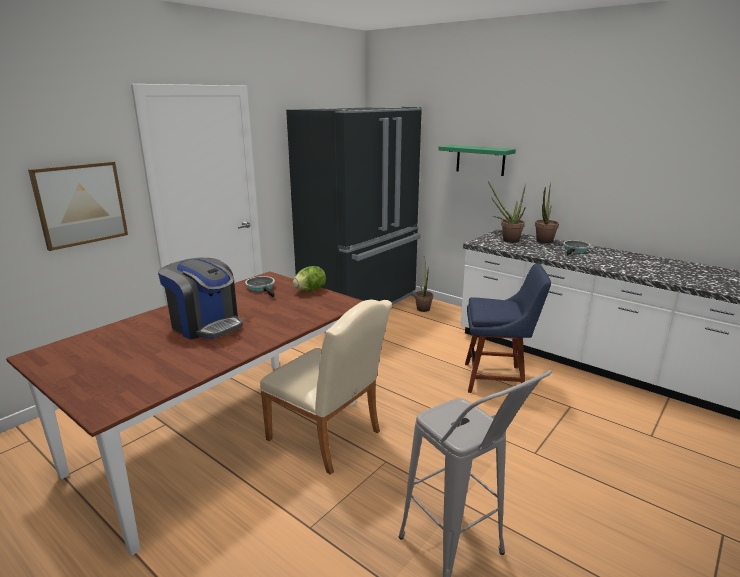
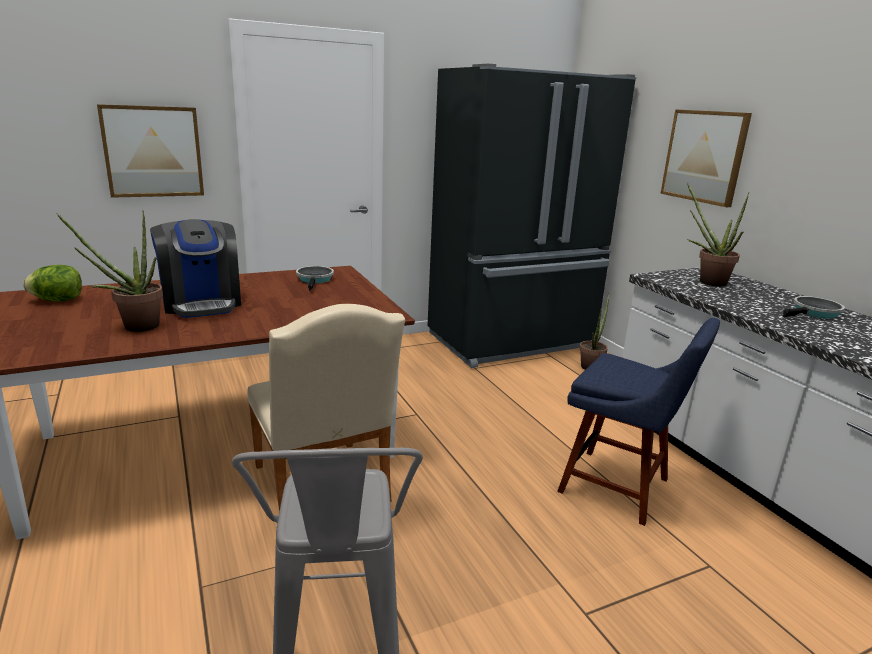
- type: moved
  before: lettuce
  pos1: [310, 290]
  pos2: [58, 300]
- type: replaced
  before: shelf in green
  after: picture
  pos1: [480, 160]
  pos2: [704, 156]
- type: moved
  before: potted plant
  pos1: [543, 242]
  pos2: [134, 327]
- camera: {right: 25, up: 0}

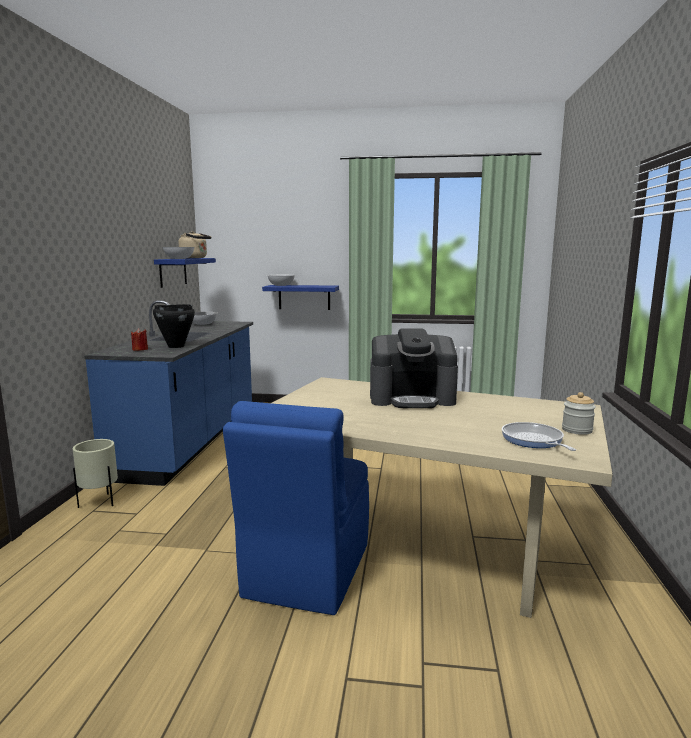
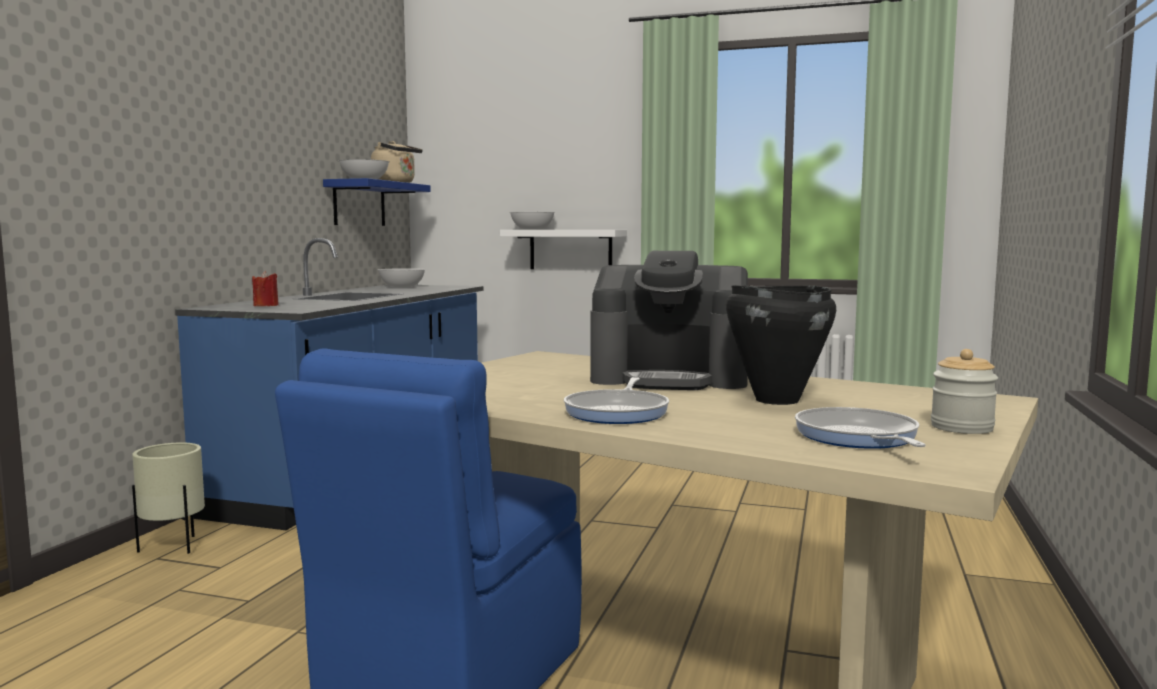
- type: moved
  before: cooking pot in black
  pos1: [175, 346]
  pos2: [775, 400]
- type: recoloured
  before: shelf in blue
  after: shelf in white
  pos1: [304, 297]
  pos2: [570, 249]
- type: added
  after: frying pan
  pos2: [618, 412]
- camera: {right: 10, up: -5}

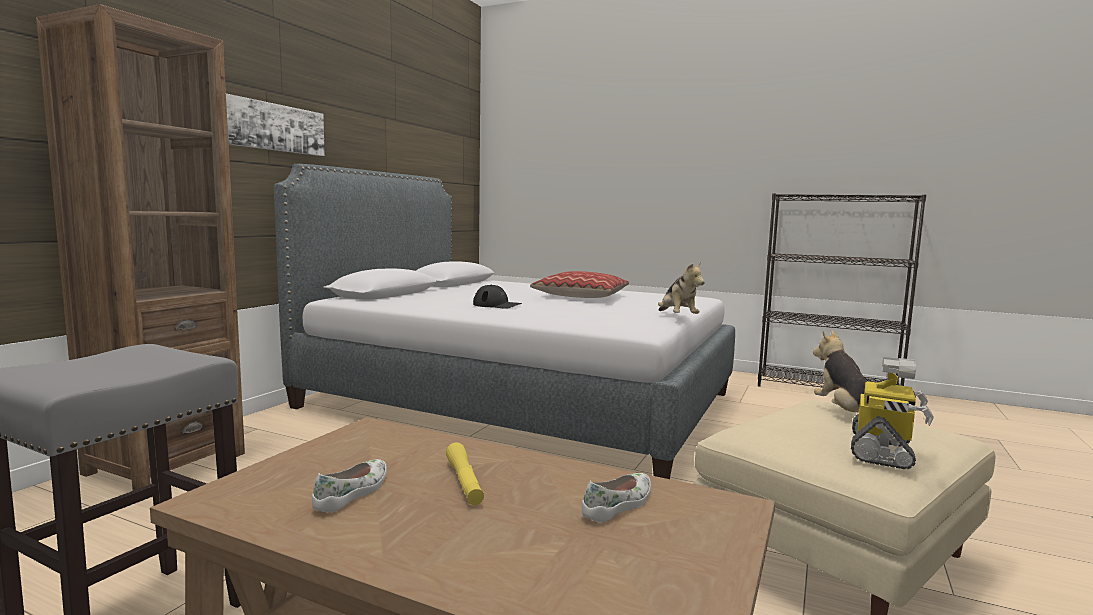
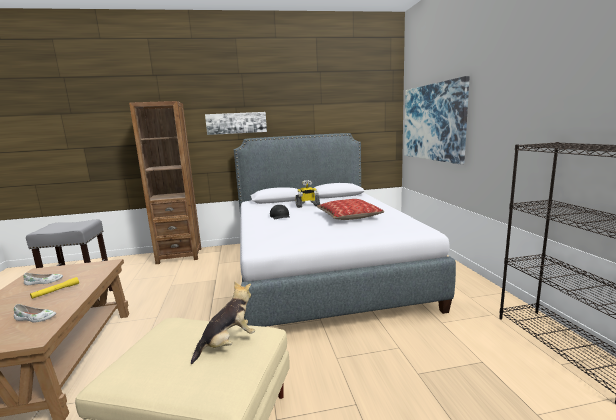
- type: removed
  before: plush toy
  pos1: [677, 317]
- type: moved
  before: toy robot
  pos1: [882, 451]
  pos2: [307, 205]
- type: added
  after: picture
  pos2: [433, 122]
- camera: {right: 55, up: 5}

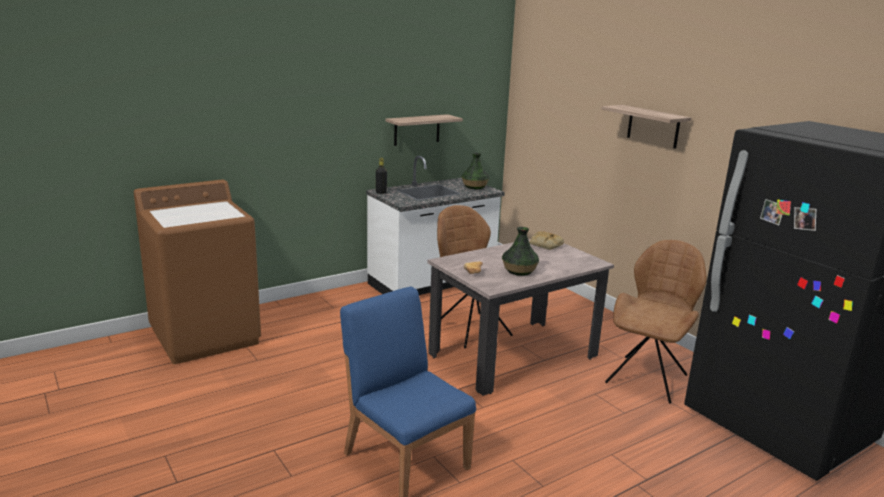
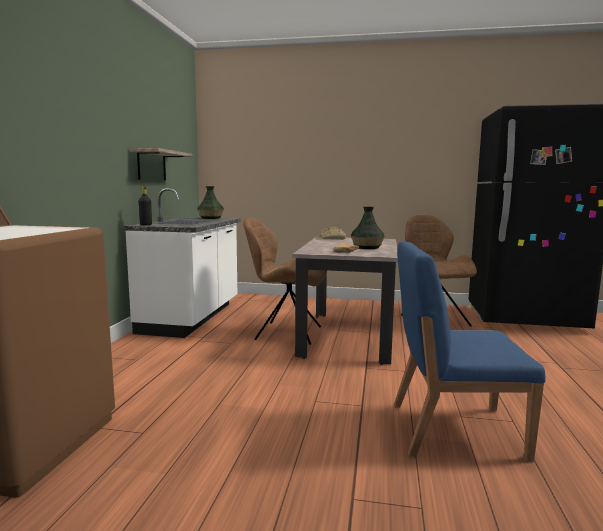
- type: removed
  before: shelf
  pos1: [653, 126]
- camera: {right: -45, up: -10}

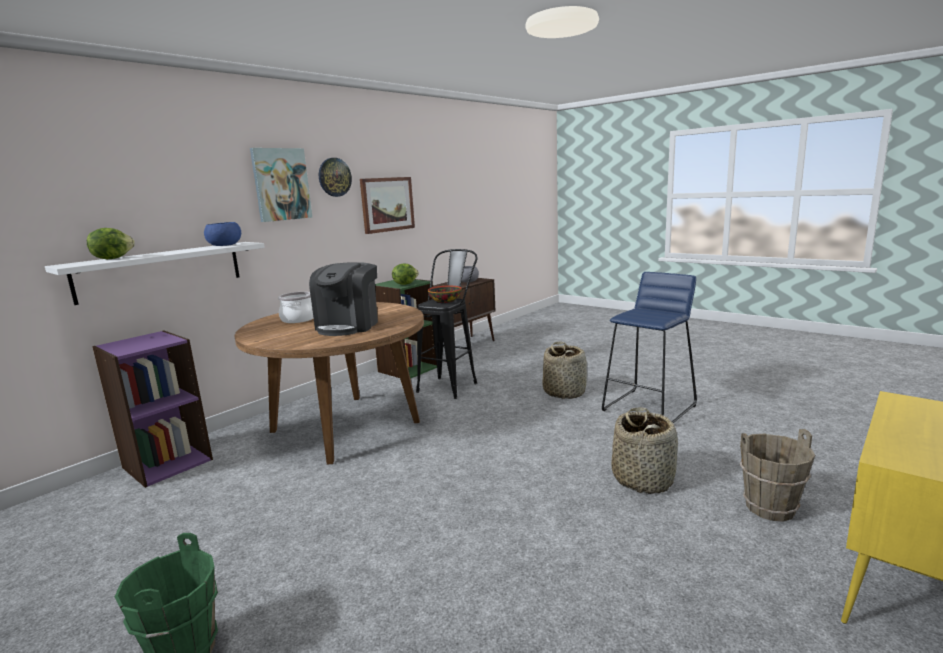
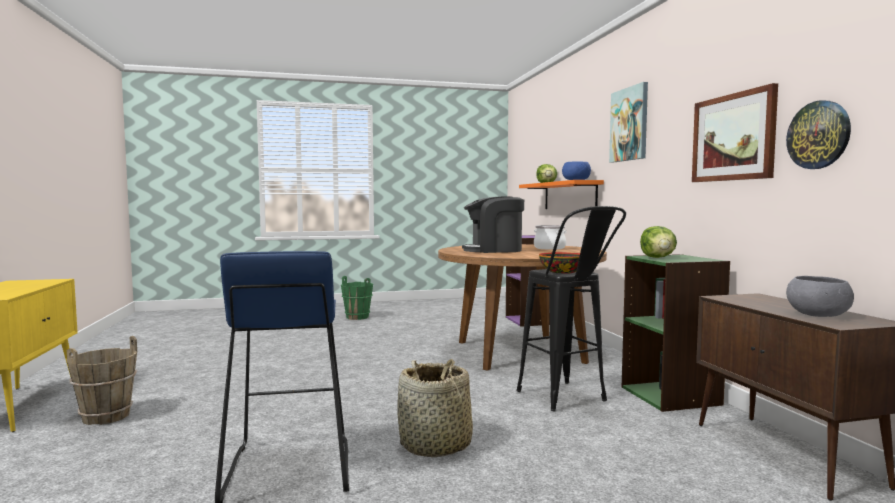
- type: recoloured
  before: shelf in white
  after: shelf in orange
  pos1: [161, 271]
  pos2: [569, 196]
- type: turned
  before: coffee machine
  pos1: [348, 326]
  pos2: [494, 250]
  turn: -60
- type: moved
  before: wall clock
  pos1: [334, 177]
  pos2: [818, 135]
- type: removed
  before: basket
  pos1: [643, 479]
- camera: {right: 125, up: -10}

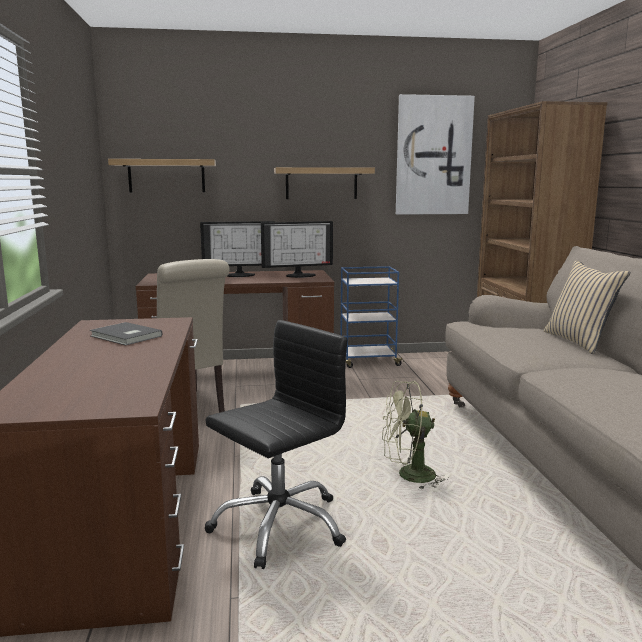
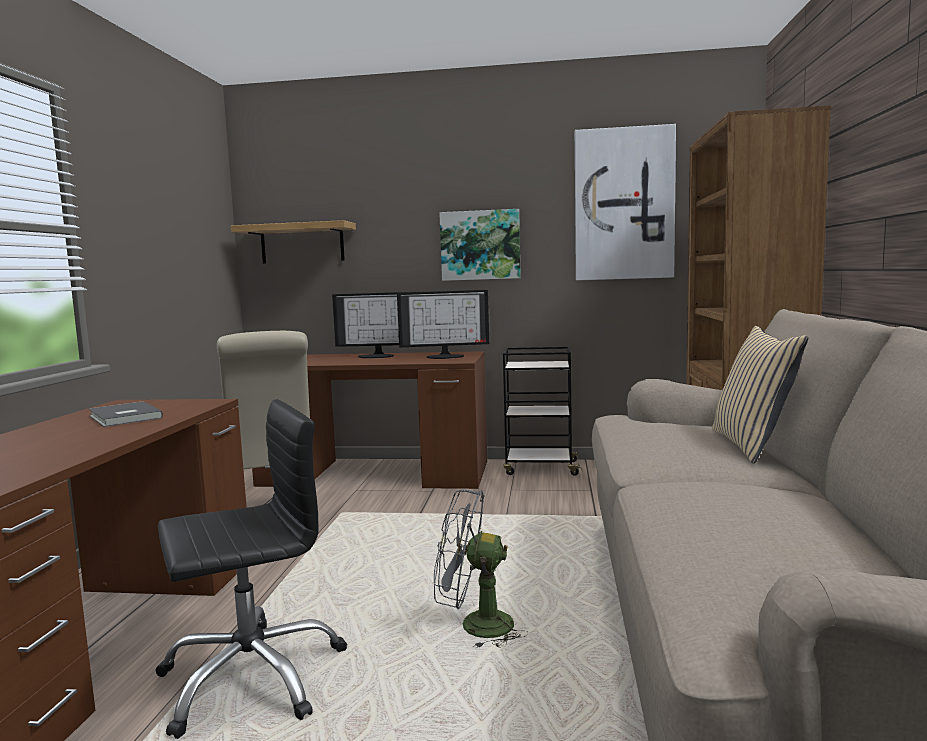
- type: replaced
  before: shelf
  after: picture
  pos1: [321, 183]
  pos2: [480, 245]
- type: recoloured
  before: cart in blue
  after: cart in black
  pos1: [368, 361]
  pos2: [540, 468]
- type: recoloured
  before: fan in green
  after: fan in grey
  pos1: [408, 476]
  pos2: [475, 626]
- camera: {right: 15, up: -5}

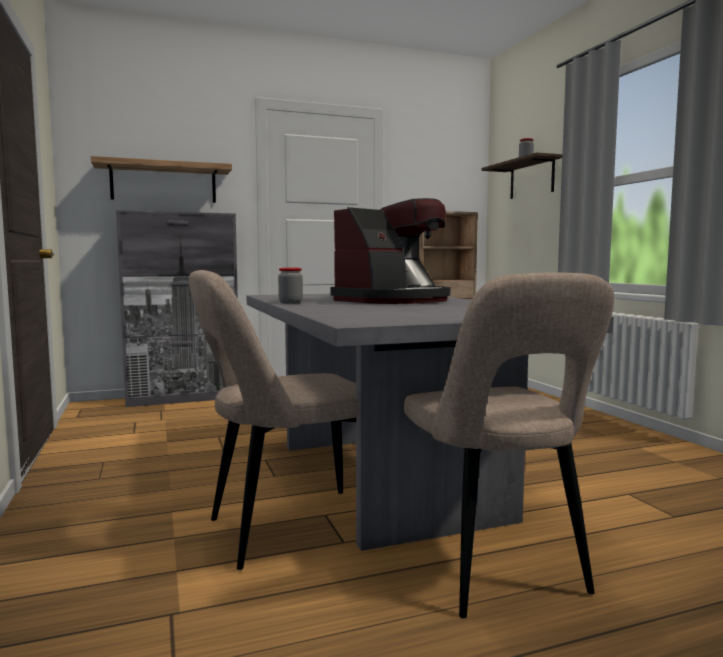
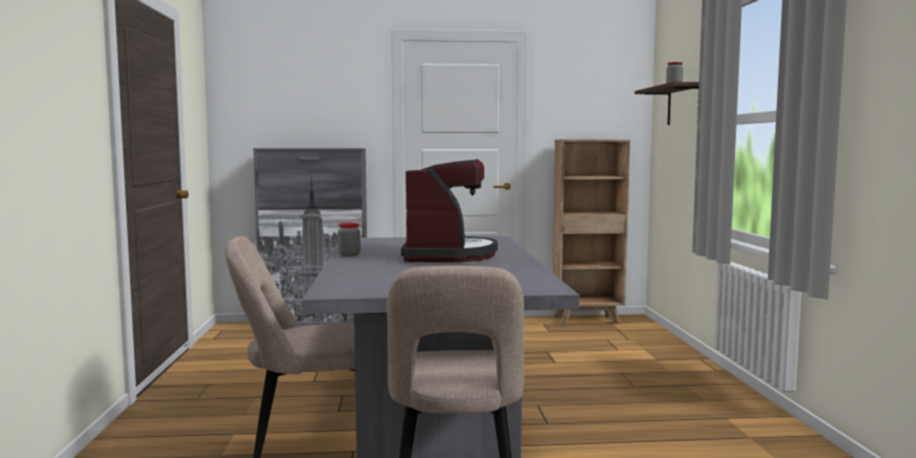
- type: removed
  before: shelf
  pos1: [164, 183]
- type: turned
  before: coffee machine
  pos1: [393, 300]
  pos2: [448, 255]
  turn: -60
- camera: {right: 15, up: 0}

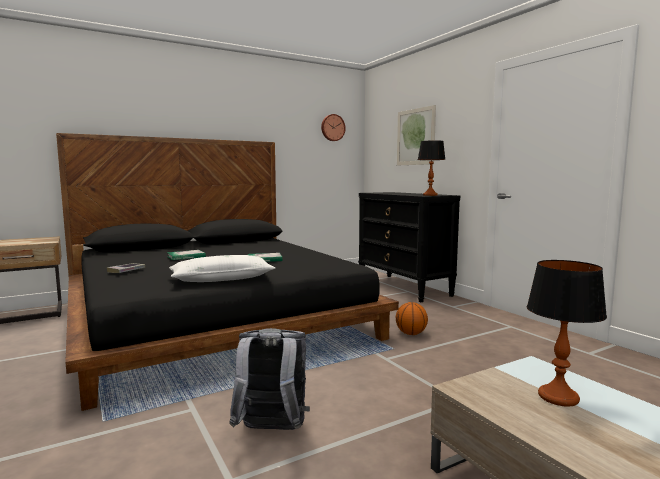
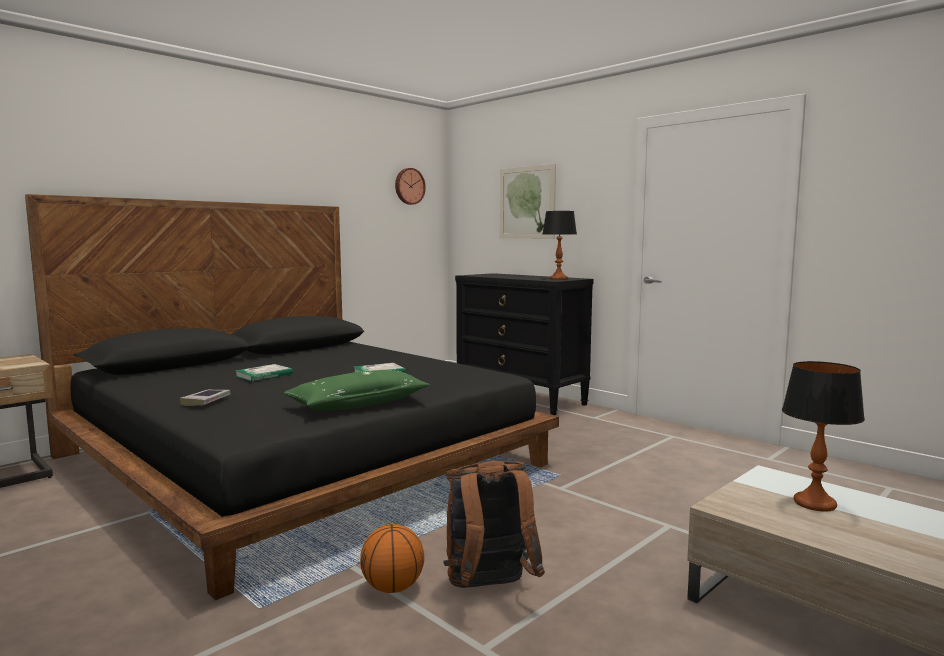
- type: recoloured
  before: pillow in white
  after: pillow in green
  pos1: [222, 279]
  pos2: [359, 404]
- type: recoloured
  before: backpack in grey
  after: backpack in brown
  pos1: [271, 431]
  pos2: [489, 588]
- type: moved
  before: basketball
  pos1: [411, 334]
  pos2: [392, 588]
- camera: {right: -15, up: 0}

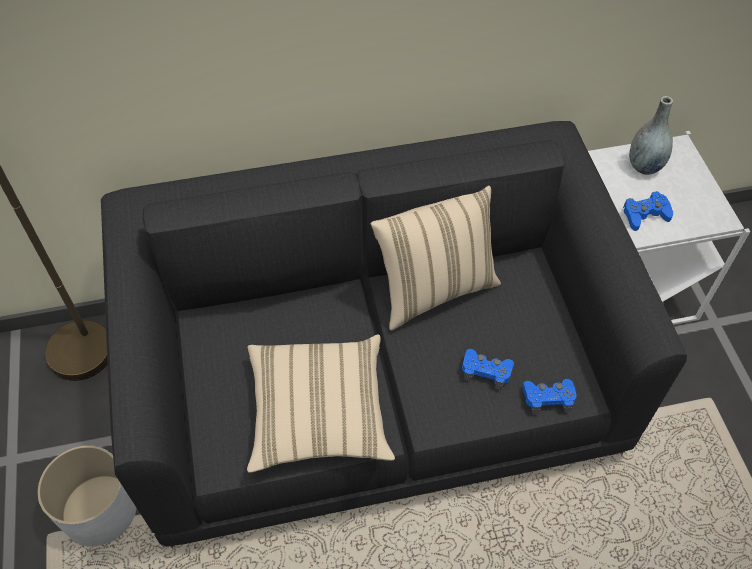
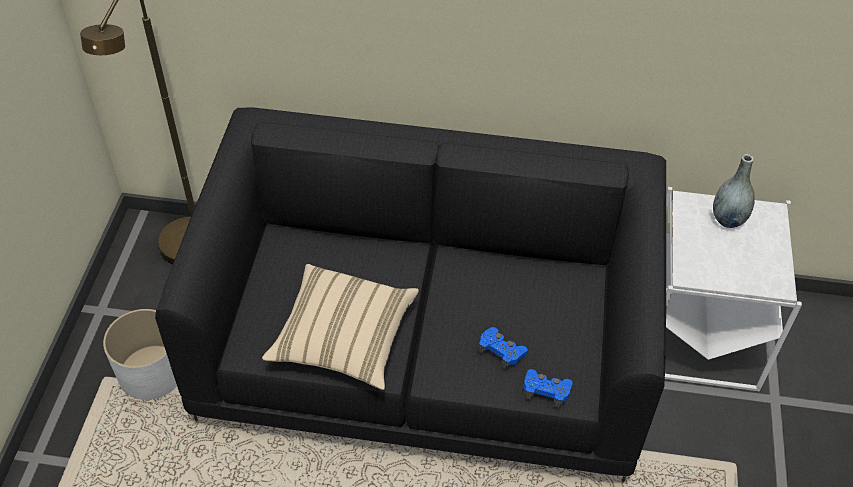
- type: removed
  before: pillow in beige
  pos1: [434, 289]
- type: removed
  before: game controller in blue
  pos1: [645, 215]
- camera: {right: 20, up: -5}

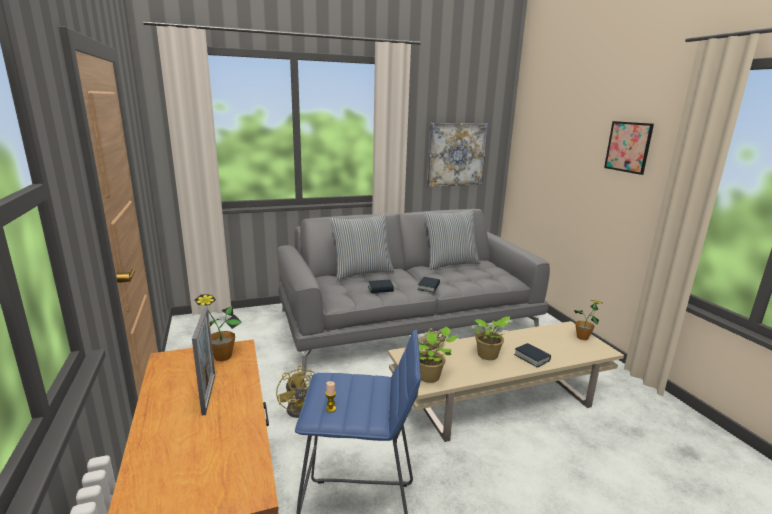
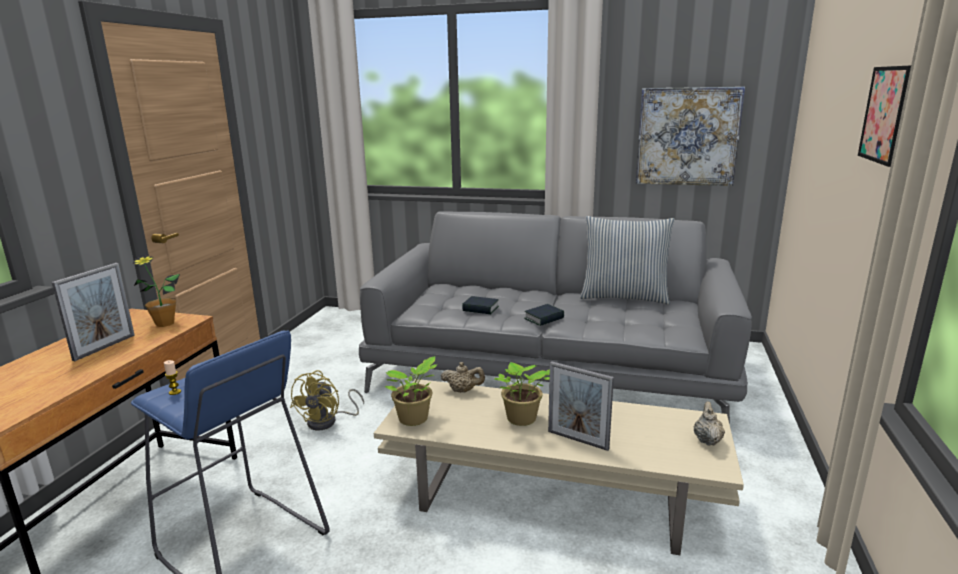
- type: removed
  before: pillow
  pos1: [362, 272]
- type: replaced
  before: book
  after: picture frame
  pos1: [531, 358]
  pos2: [577, 440]
- type: replaced
  before: potted plant
  after: teapot in beige
  pos1: [582, 337]
  pos2: [707, 440]
- camera: {right: 35, up: 0}

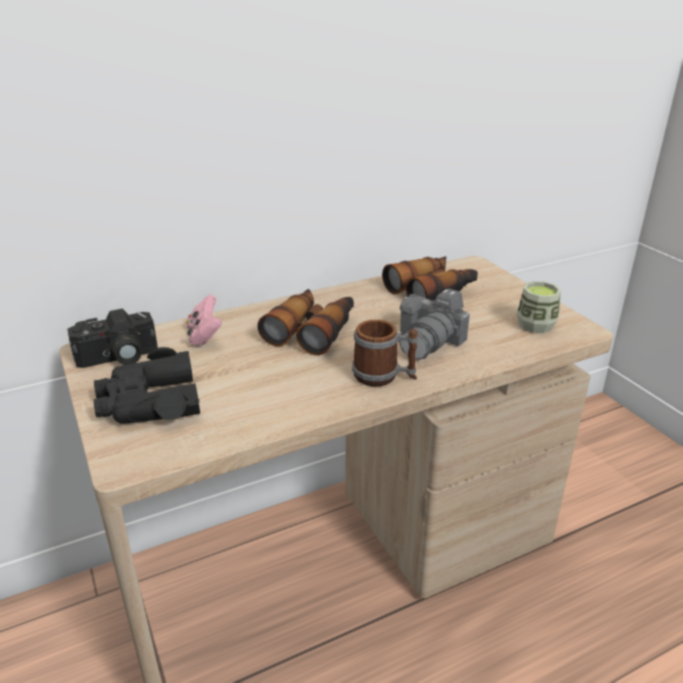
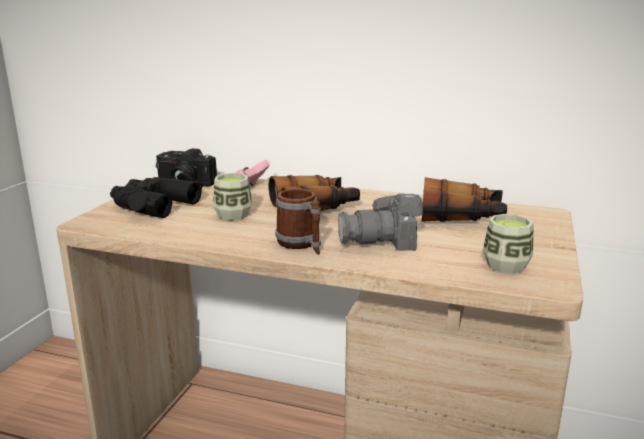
- type: added
  after: cup
  pos2: [233, 215]
- camera: {right: 45, up: -10}

